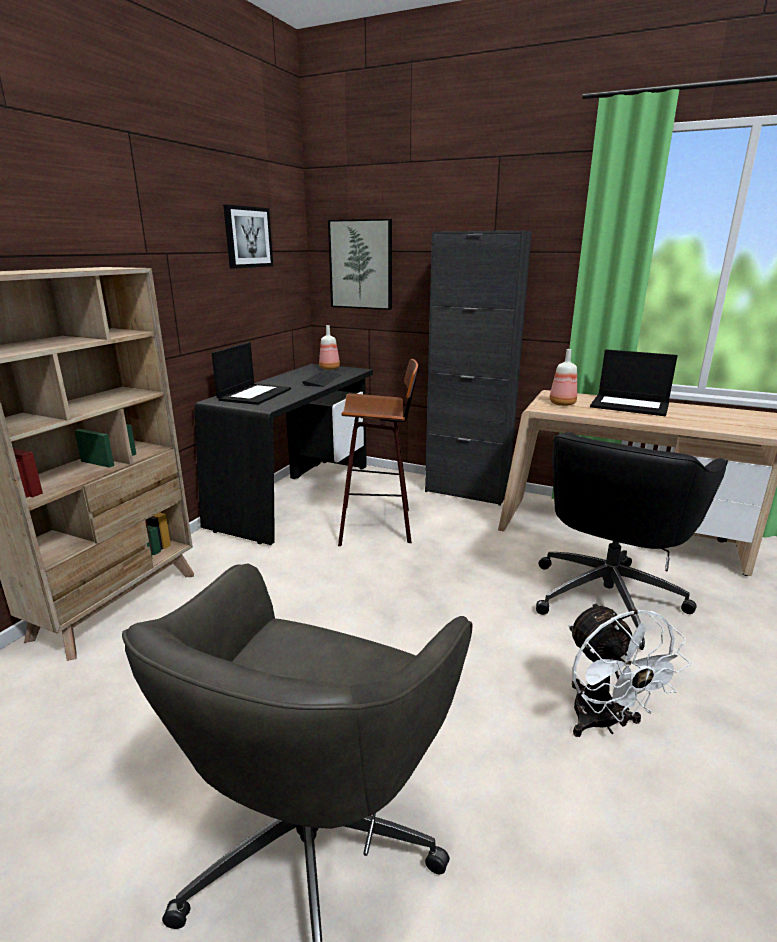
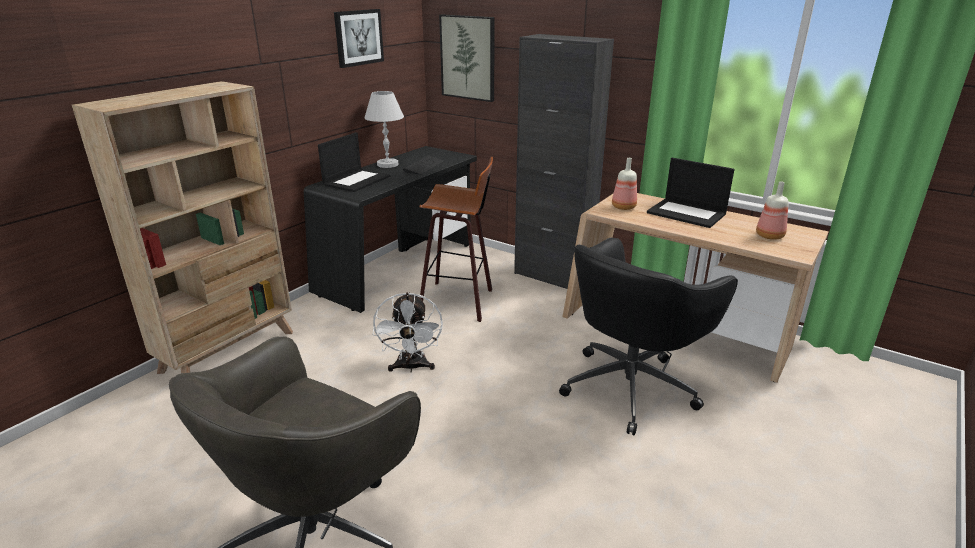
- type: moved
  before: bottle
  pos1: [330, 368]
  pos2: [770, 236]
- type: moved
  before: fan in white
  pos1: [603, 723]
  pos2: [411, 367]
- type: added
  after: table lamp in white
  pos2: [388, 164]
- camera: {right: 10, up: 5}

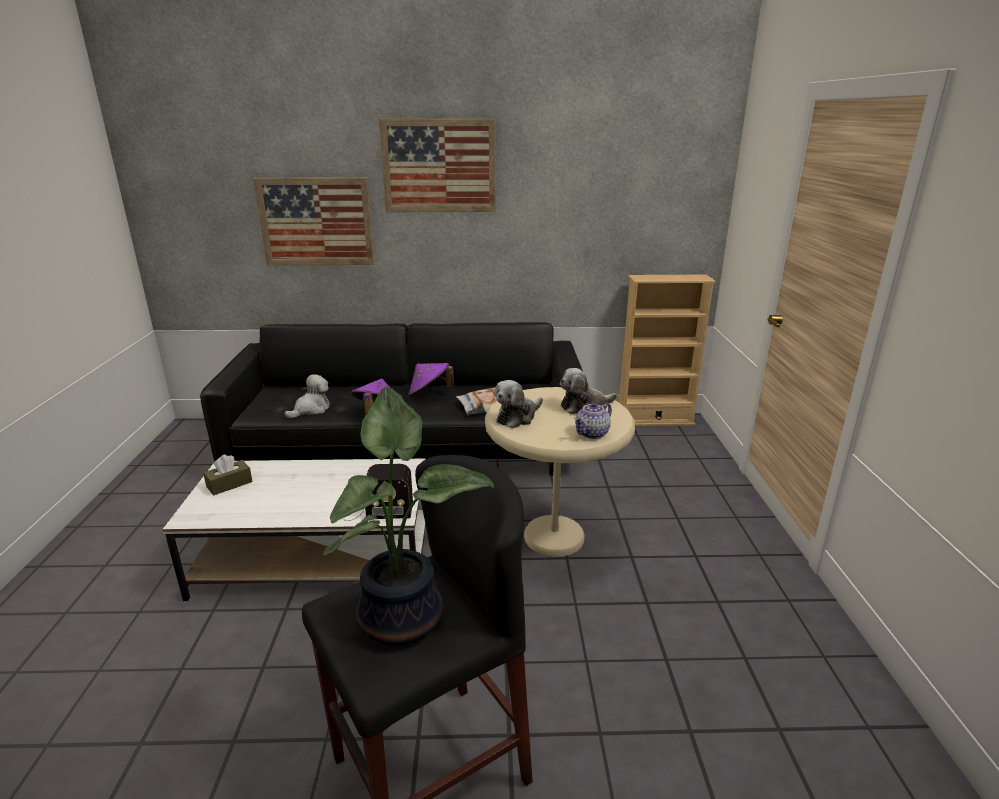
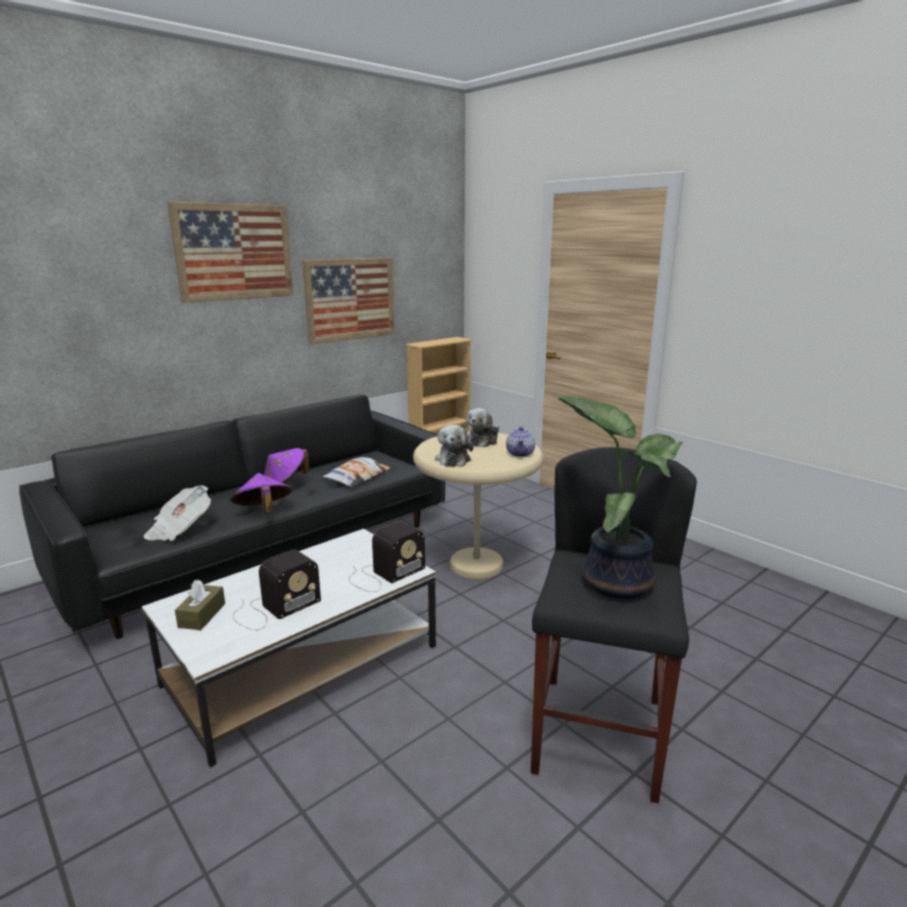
- type: moved
  before: picture
  pos1: [316, 222]
  pos2: [350, 299]
- type: replaced
  before: plush toy
  after: newspaper
  pos1: [311, 409]
  pos2: [179, 529]
- type: added
  after: radio
  pos2: [273, 609]
- camera: {right: -40, up: -5}

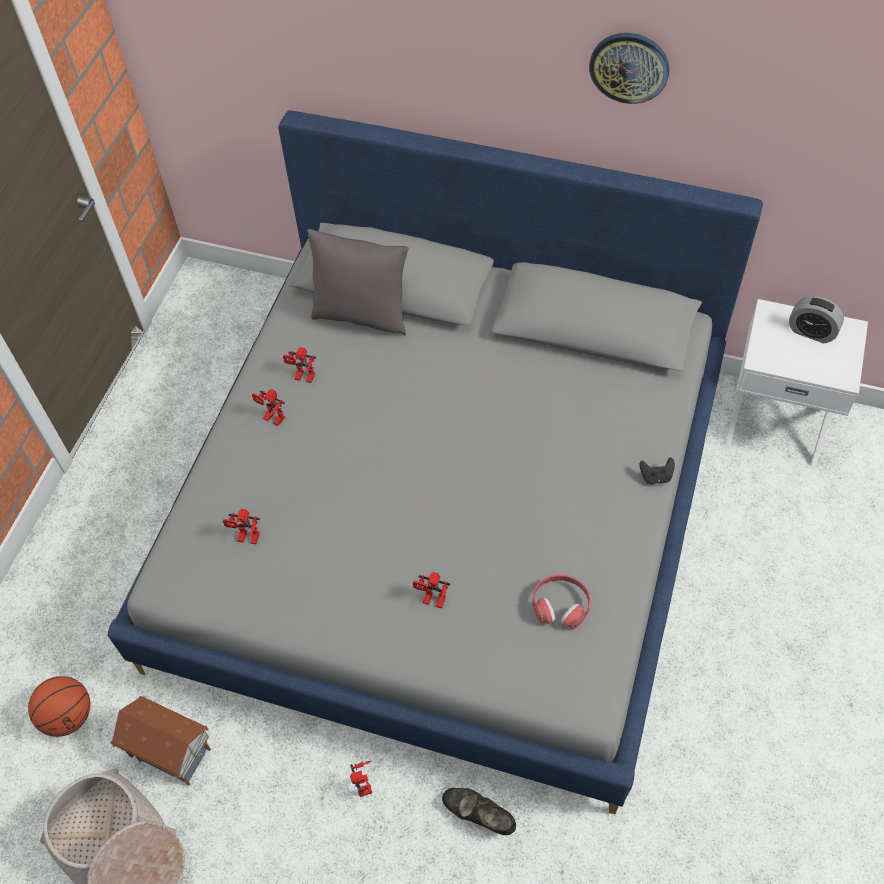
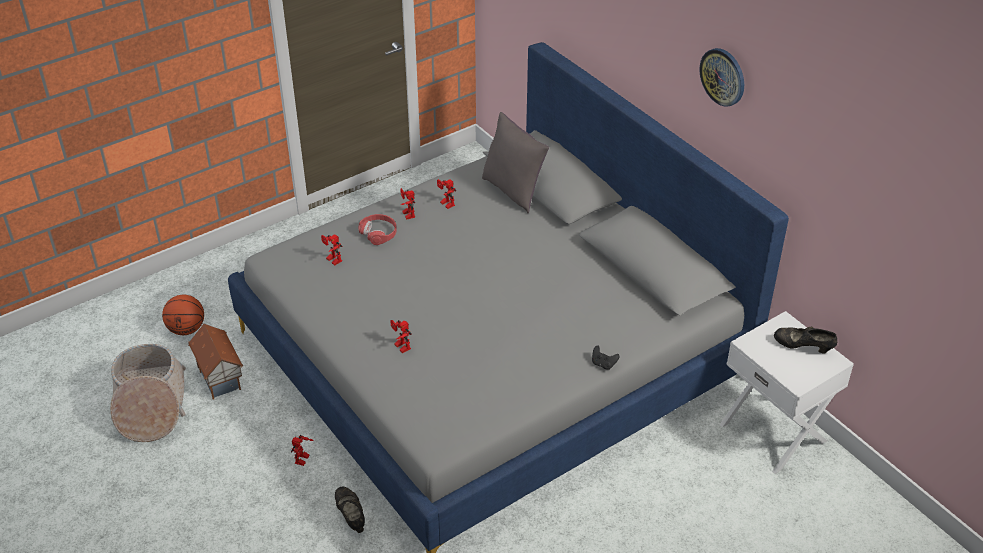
- type: moved
  before: headphones in red
  pos1: [560, 605]
  pos2: [378, 233]
- type: replaced
  before: alarm clock
  after: shoe in black
  pos1: [811, 332]
  pos2: [803, 347]
- camera: {right: 35, up: -15}

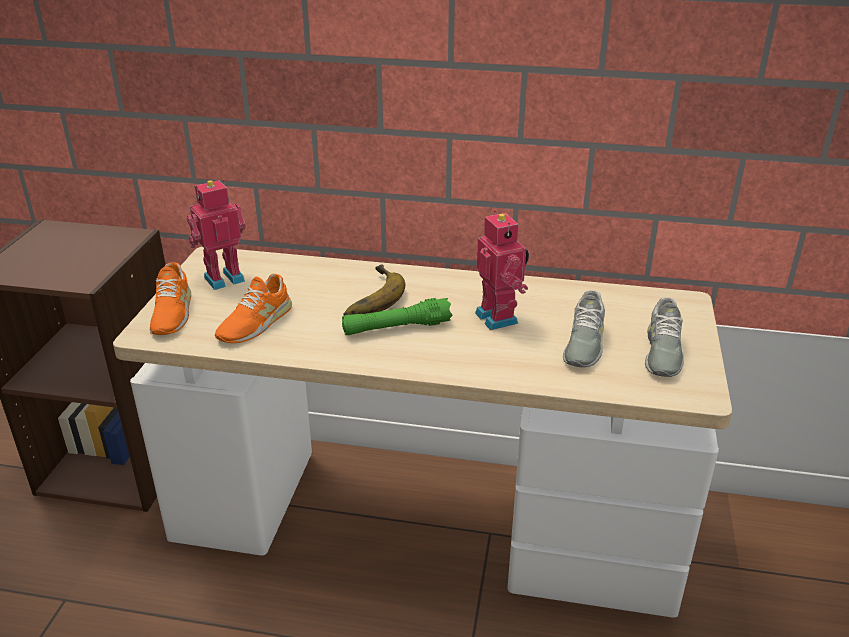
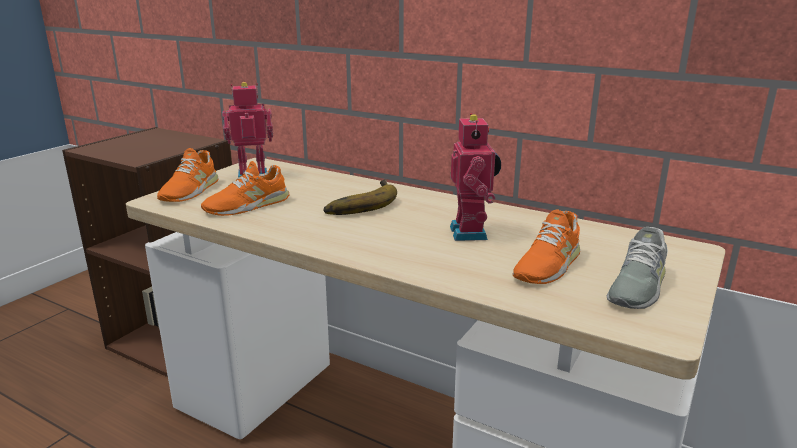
- type: removed
  before: flashlight in green
  pos1: [396, 328]
- type: recoloured
  before: shoe in grey
  after: shoe in orange
  pos1: [583, 343]
  pos2: [547, 265]
- camera: {right: 20, up: -10}

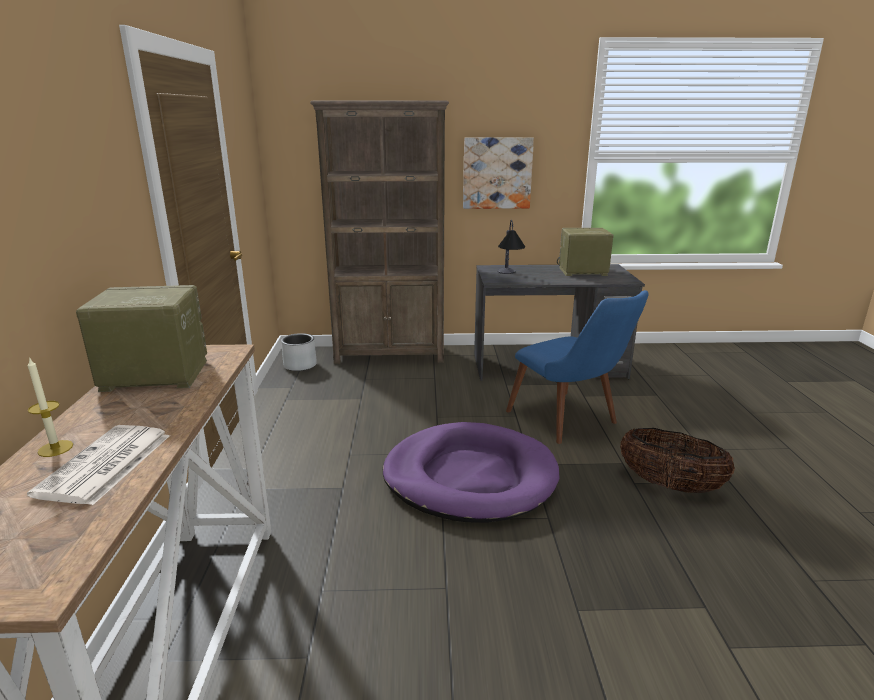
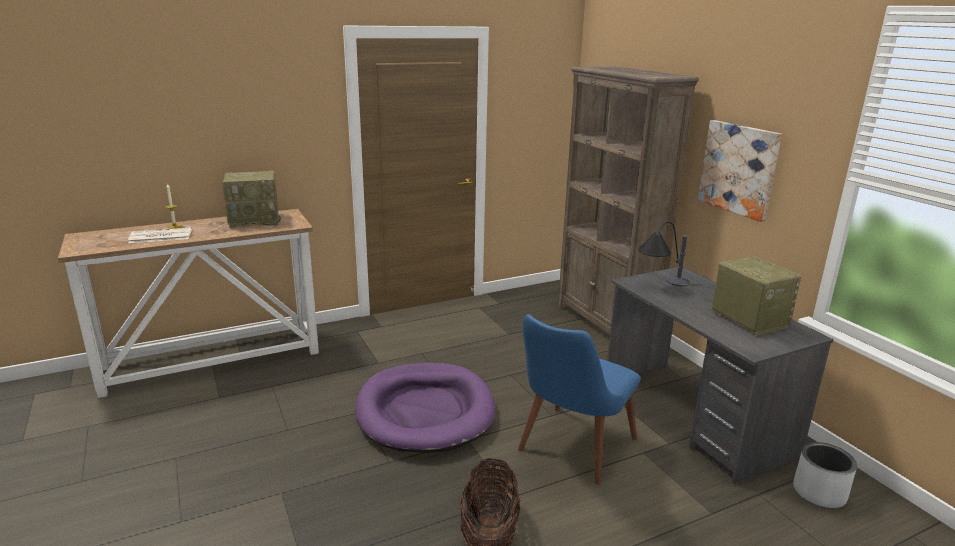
- type: turned
  before: radio
  pos1: [153, 376]
  pos2: [255, 220]
  turn: 105
- type: moved
  before: planter in grey
  pos1: [300, 365]
  pos2: [818, 492]
- camera: {right: 65, up: 0}

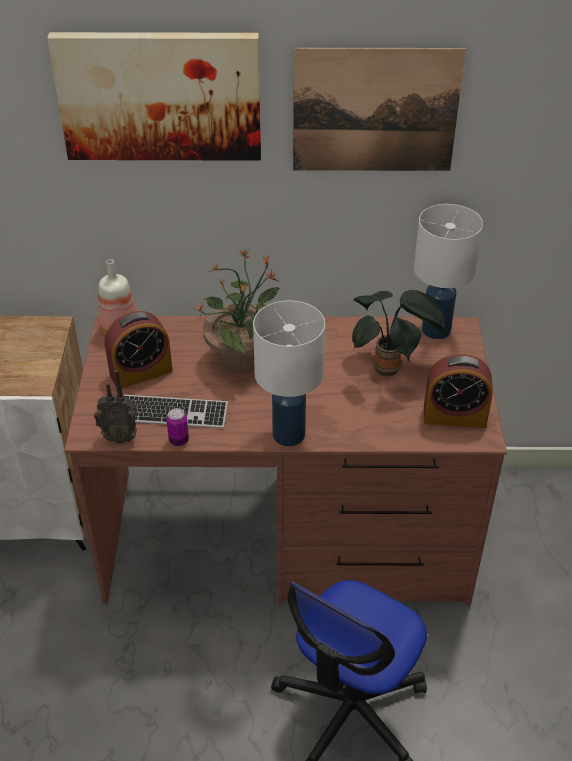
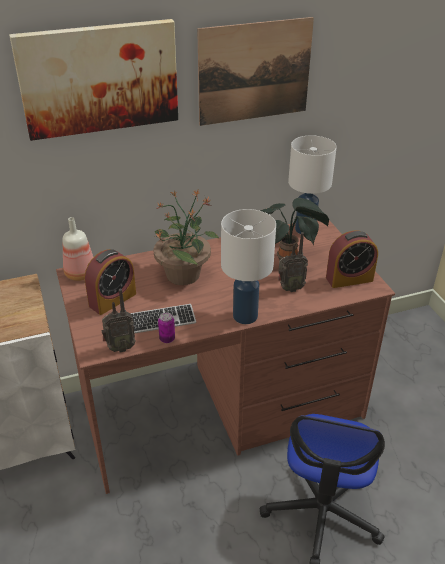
- type: added
  after: radio
  pos2: [289, 288]
- camera: {right: -20, up: -5}

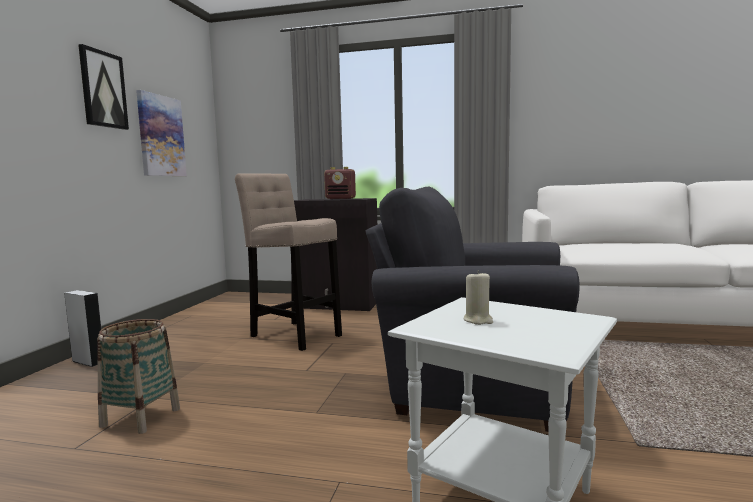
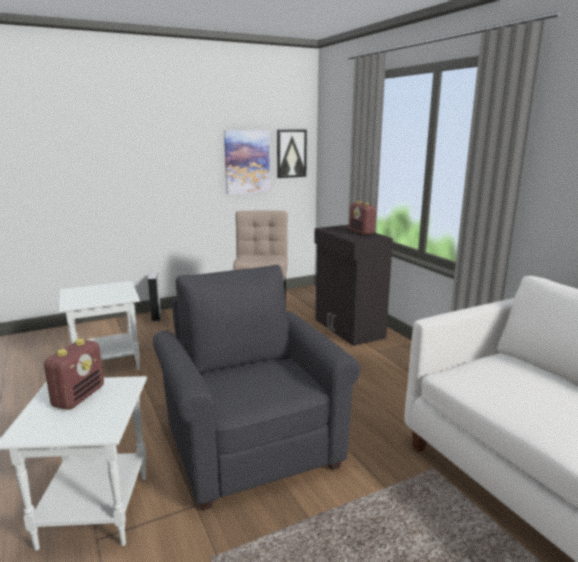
- type: moved
  before: picture
  pos1: [103, 89]
  pos2: [291, 153]
- type: replaced
  before: basket
  after: side table in white
  pos1: [141, 417]
  pos2: [108, 364]
- type: replaced
  before: candle in beige
  after: radio
  pos1: [478, 320]
  pos2: [79, 396]
- camera: {right: 50, up: 10}

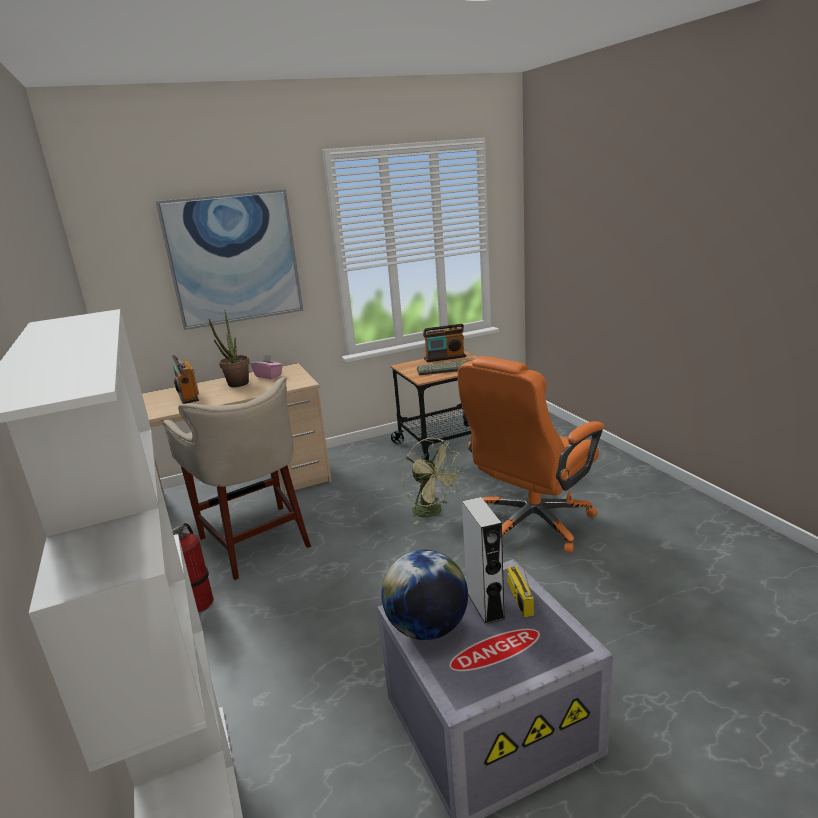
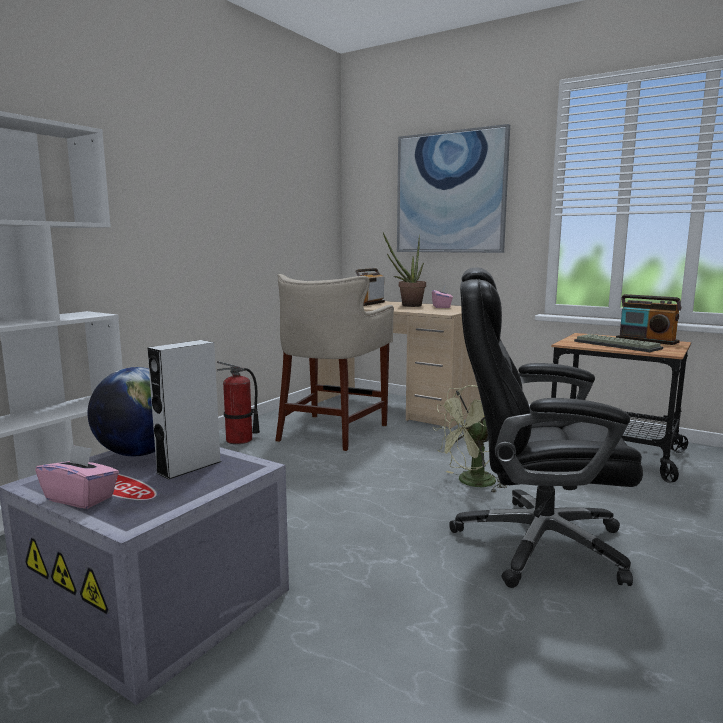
- type: turned
  before: fan in green
  pos1: [433, 512]
  pos2: [470, 483]
  turn: 45
- type: recoloured
  before: office chair in orange
  after: office chair in black
  pos1: [532, 523]
  pos2: [535, 543]
- type: removed
  before: radio
  pos1: [518, 598]
- type: added
  after: tissue box in pink
  pos2: [81, 498]
- camera: {right: 55, up: -10}

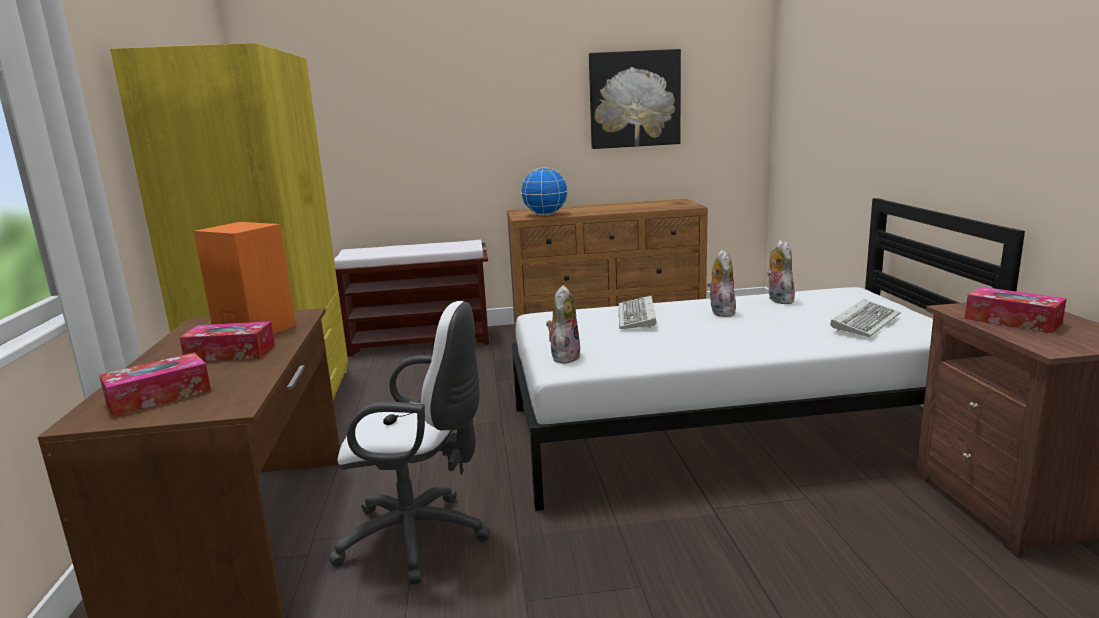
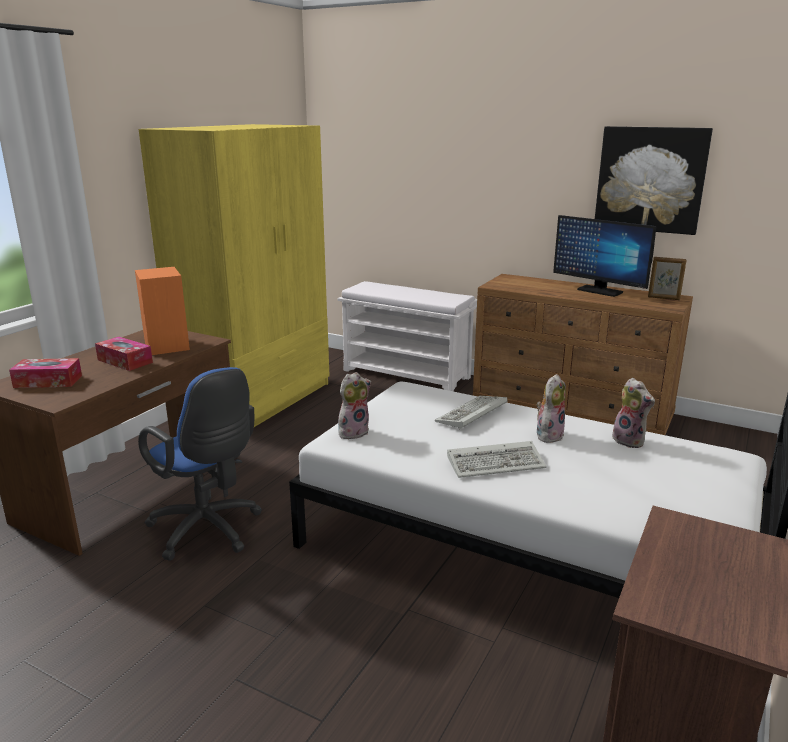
- type: recoloured
  before: office chair in white
  after: office chair in blue
  pos1: [421, 538]
  pos2: [208, 531]
- type: recoloured
  before: bench in brown
  after: bench in white
  pos1: [421, 341]
  pos2: [407, 374]
- type: removed
  before: globe
  pos1: [545, 215]
- type: turned
  before: plush toy
  pos1: [778, 300]
  pos2: [630, 441]
  turn: 120
- type: moved
  before: keyboard
  pos1: [865, 321]
  pos2: [497, 463]
- type: removed
  before: tissue box
  pos1: [1012, 321]
- type: added
  after: monitor
  pos2: [599, 291]
- type: added
  after: picture frame
  pos2: [663, 298]
- camera: {right: 35, up: 5}

